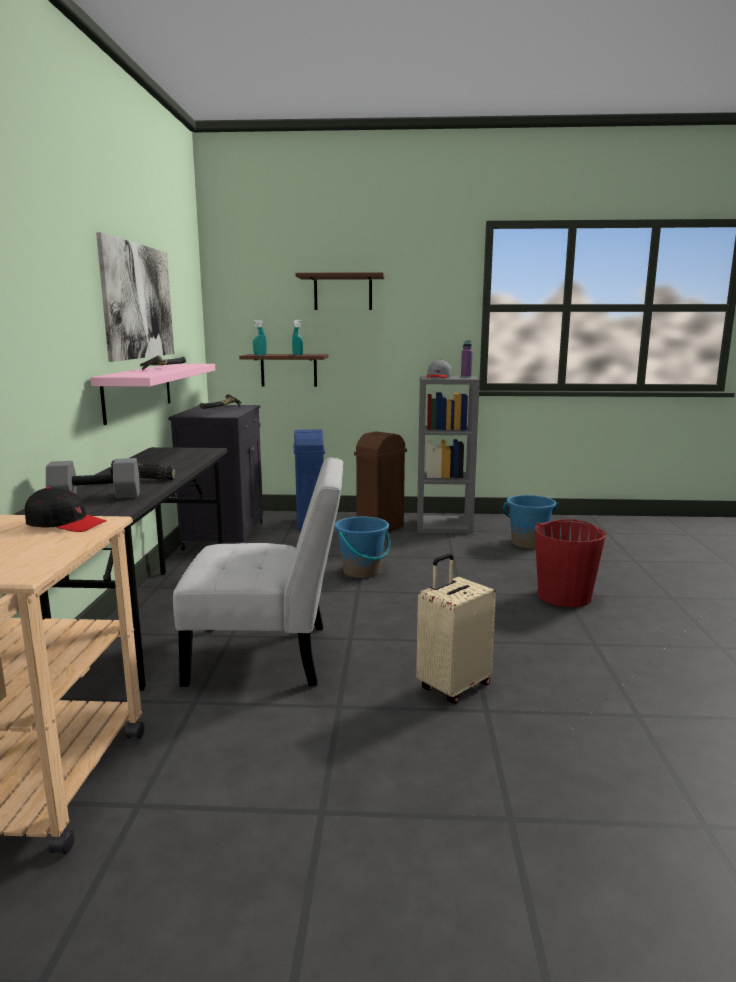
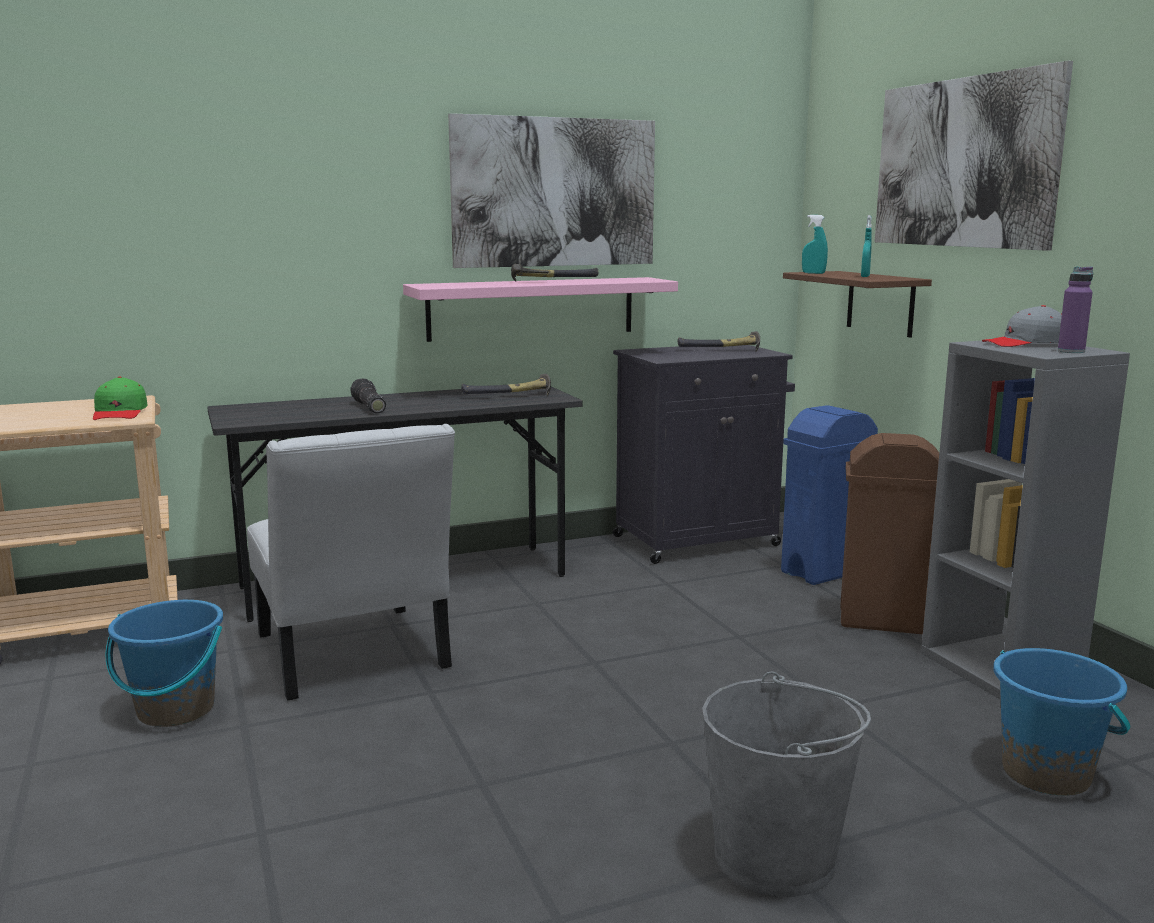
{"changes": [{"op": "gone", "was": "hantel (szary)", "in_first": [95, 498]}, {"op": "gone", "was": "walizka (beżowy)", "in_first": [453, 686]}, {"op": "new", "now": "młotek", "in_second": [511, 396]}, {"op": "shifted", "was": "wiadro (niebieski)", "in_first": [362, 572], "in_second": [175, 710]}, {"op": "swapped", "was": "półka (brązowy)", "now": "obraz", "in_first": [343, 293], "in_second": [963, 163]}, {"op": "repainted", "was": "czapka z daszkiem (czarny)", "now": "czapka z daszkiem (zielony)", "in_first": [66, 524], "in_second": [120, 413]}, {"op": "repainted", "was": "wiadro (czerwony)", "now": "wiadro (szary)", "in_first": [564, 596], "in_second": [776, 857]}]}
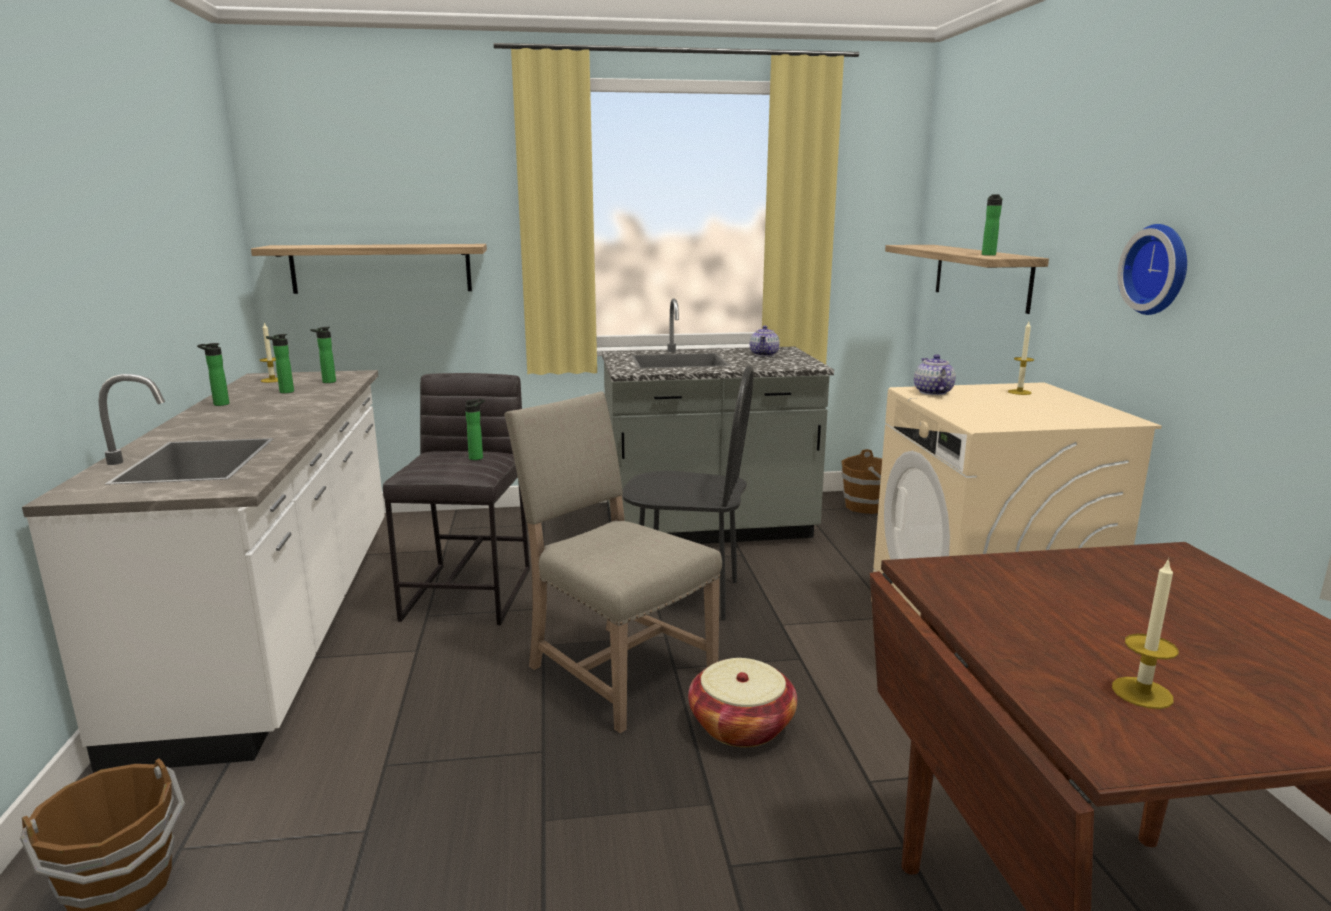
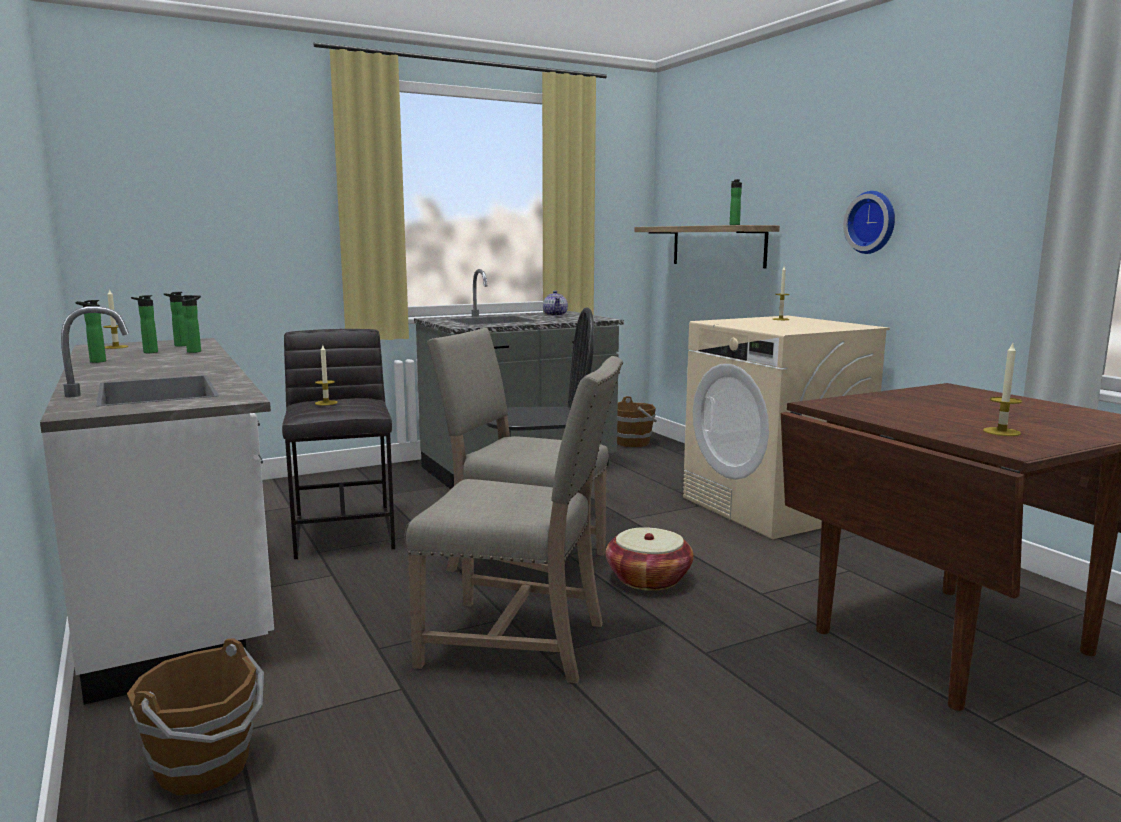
{"changes": [{"op": "gone", "was": "półka", "in_first": [381, 268]}, {"op": "gone", "was": "imbryk", "in_first": [932, 392]}, {"op": "new", "now": "świeca", "in_second": [326, 403]}, {"op": "new", "now": "krzesło (beżowy)", "in_second": [520, 642]}, {"op": "shifted", "was": "butelka", "in_first": [477, 457], "in_second": [195, 351]}]}
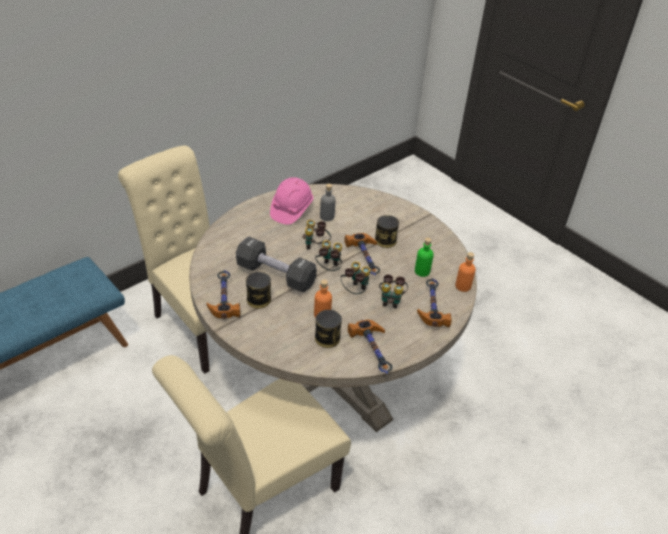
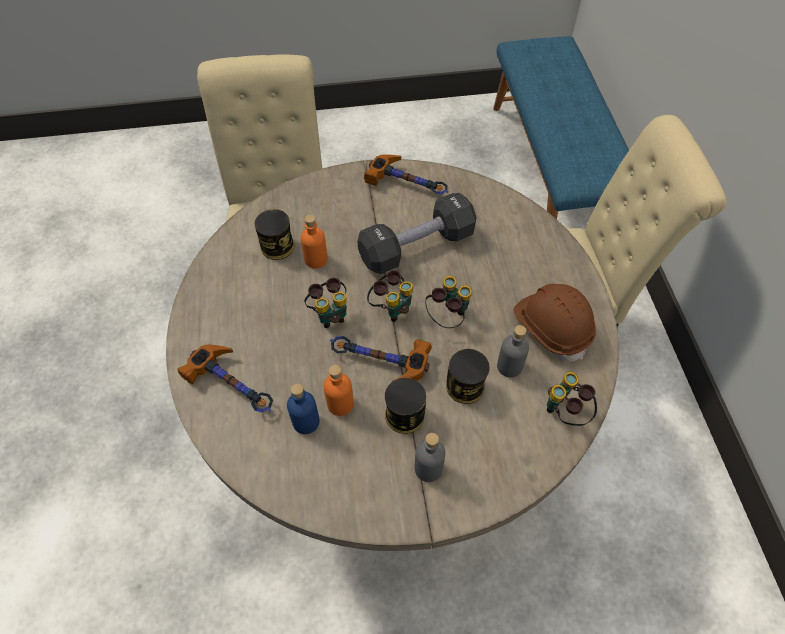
{"changes": [{"op": "gone", "was": "młotek", "in_first": [374, 352]}, {"op": "new", "now": "butelka (szary)", "in_second": [428, 468]}, {"op": "shifted", "was": "puszka", "in_first": [258, 299], "in_second": [465, 386]}, {"op": "shifted", "was": "lornetka", "in_first": [391, 301], "in_second": [565, 413]}, {"op": "shifted", "was": "butelka (pomarańczowy)", "in_first": [463, 286], "in_second": [340, 404]}, {"op": "repainted", "was": "kask (różowy)", "now": "kask (brązowy)", "in_first": [291, 209], "in_second": [551, 328]}, {"op": "repainted", "was": "butelka (zielony)", "now": "butelka (niebieski)", "in_first": [422, 271], "in_second": [306, 421]}]}
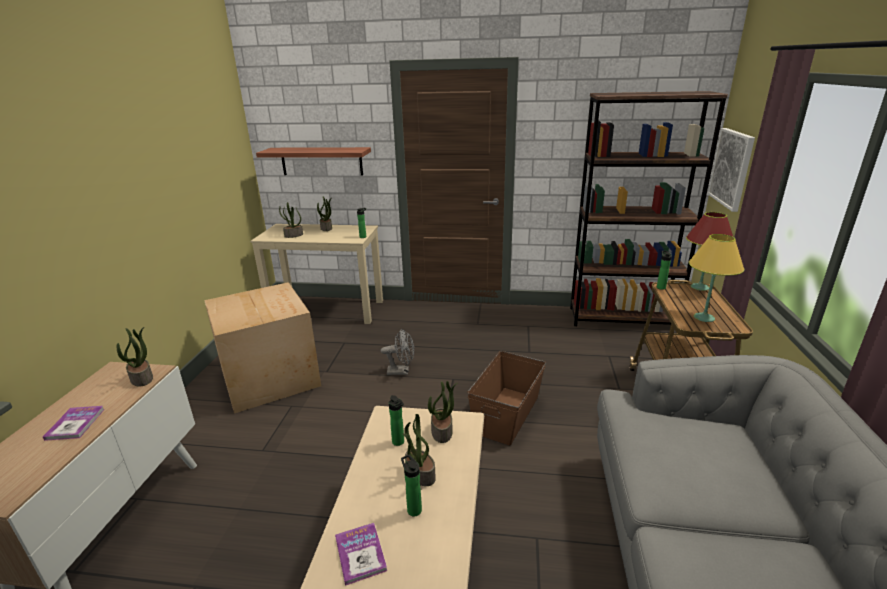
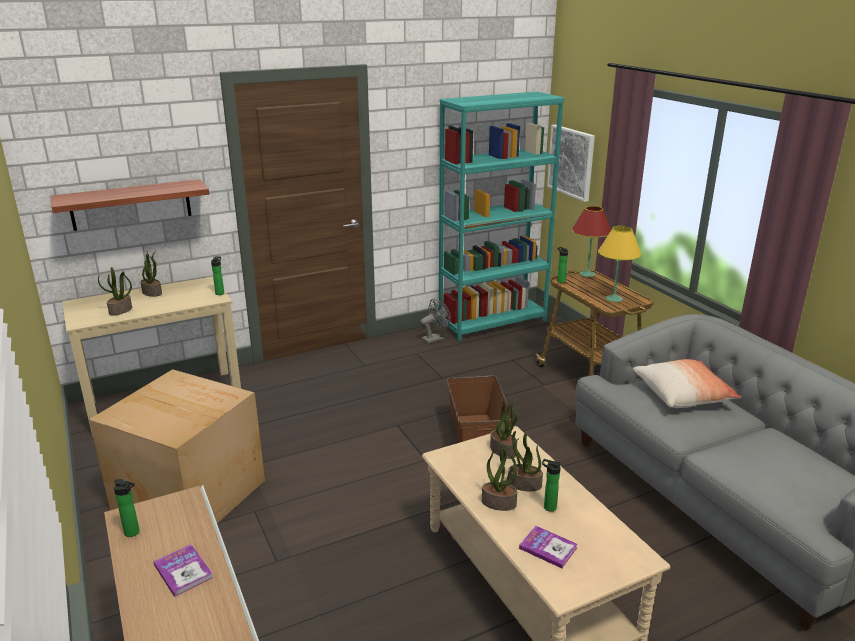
{"changes": [{"op": "new", "now": "poduszka", "in_second": [683, 395]}, {"op": "shifted", "was": "roślina doniczkowa", "in_first": [142, 378], "in_second": [499, 502]}, {"op": "shifted", "was": "wentylator (szary)", "in_first": [401, 371], "in_second": [435, 338]}, {"op": "shifted", "was": "butelka", "in_first": [399, 443], "in_second": [133, 533]}, {"op": "repainted", "was": "regał (brązowy)", "now": "regał (turkusowy)", "in_first": [622, 318], "in_second": [493, 323]}]}
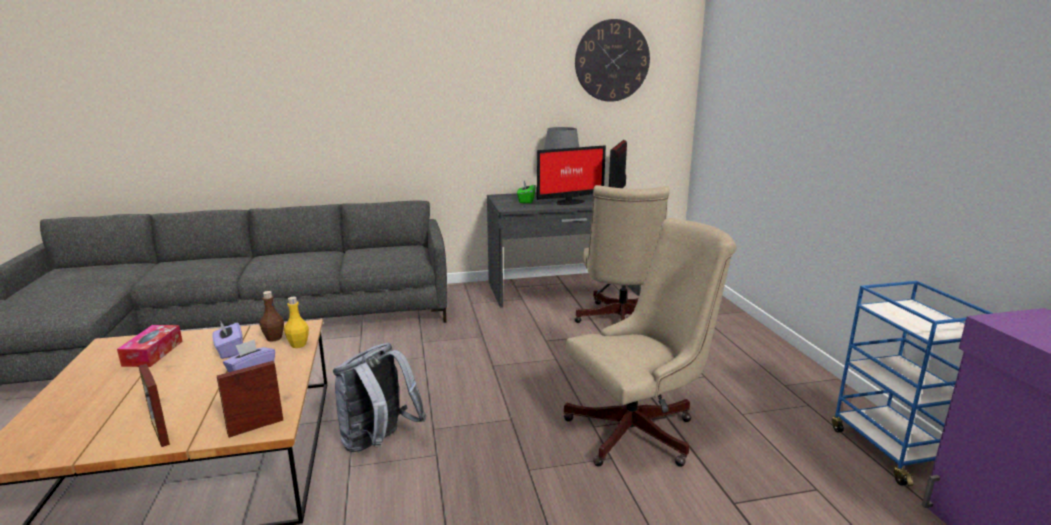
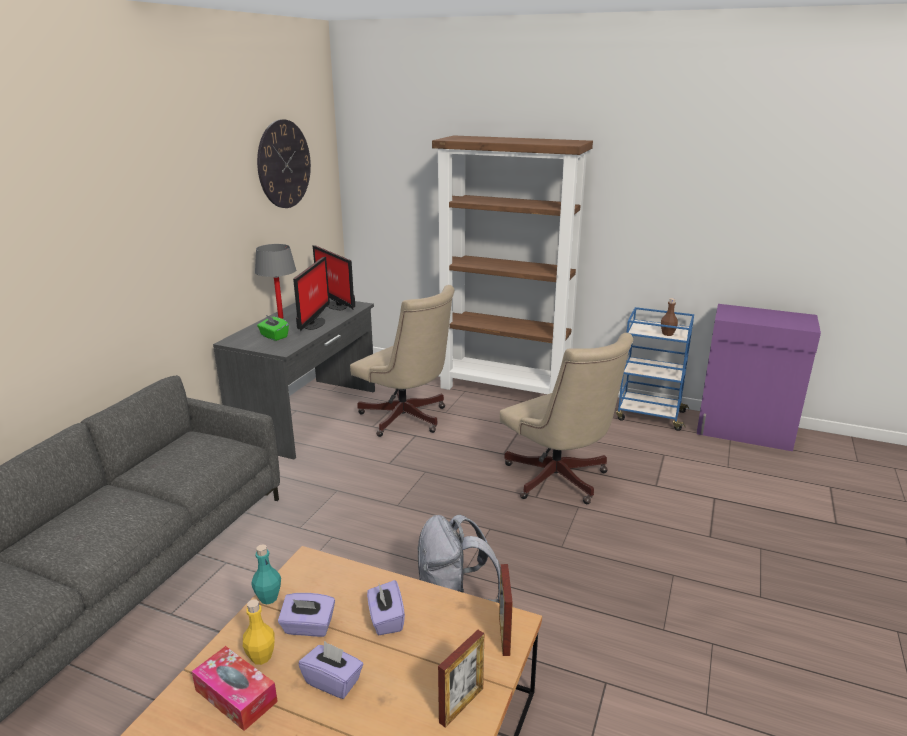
{"changes": [{"op": "new", "now": "butelka (turkusowy)", "in_second": [268, 598]}, {"op": "new", "now": "pudełko chusteczek (fioletowy)", "in_second": [333, 681]}, {"op": "new", "now": "regał (brązowy)", "in_second": [505, 389]}, {"op": "shifted", "was": "butelka (brązowy)", "in_first": [274, 338], "in_second": [667, 334]}, {"op": "shifted", "was": "butelka (żółty)", "in_first": [298, 345], "in_second": [261, 657]}, {"op": "rotated", "was": "ramka na zdjęcie", "in_first": [160, 433], "in_second": [461, 705], "clockwise": -45}, {"op": "rotated", "was": "krzesło biurowe (beżowy)", "in_first": [640, 431], "in_second": [559, 481], "clockwise": 135}]}
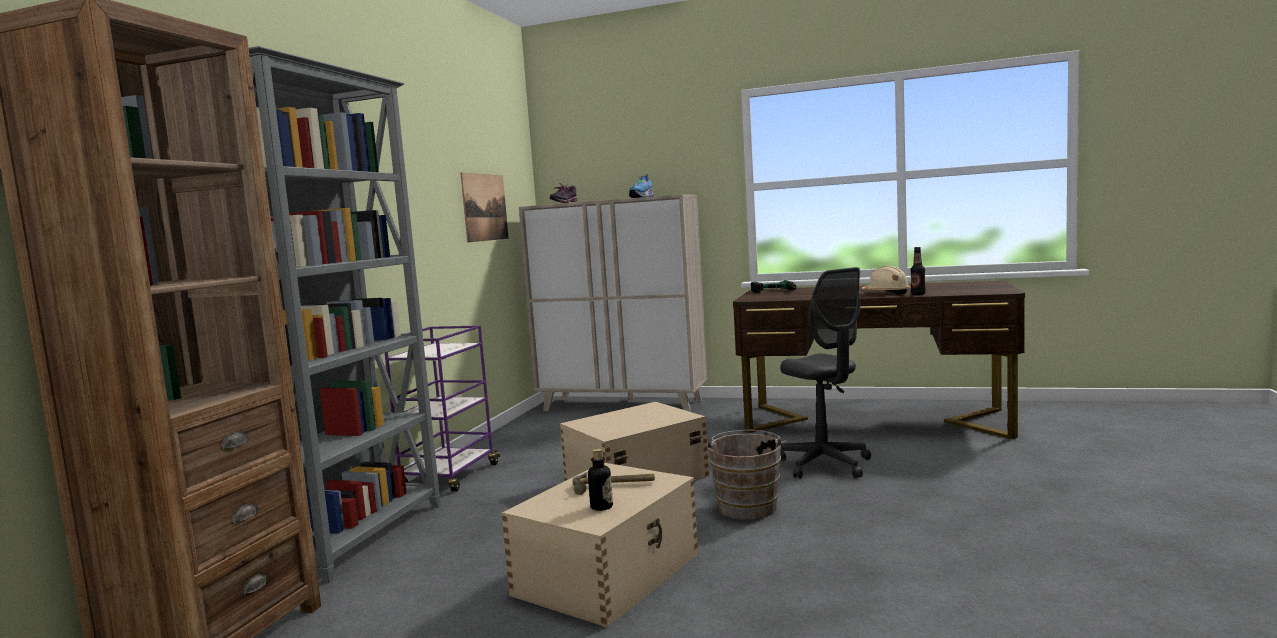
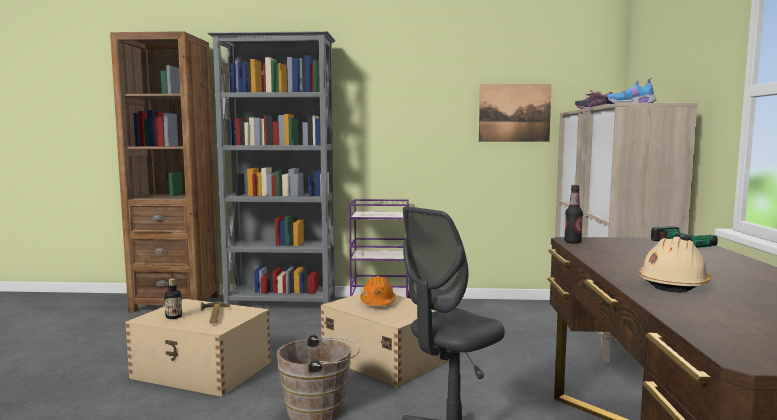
{"changes": [{"op": "new", "now": "kask (pomarańczowy)", "in_second": [378, 303]}, {"op": "shifted", "was": "butelka", "in_first": [918, 294], "in_second": [572, 242]}]}
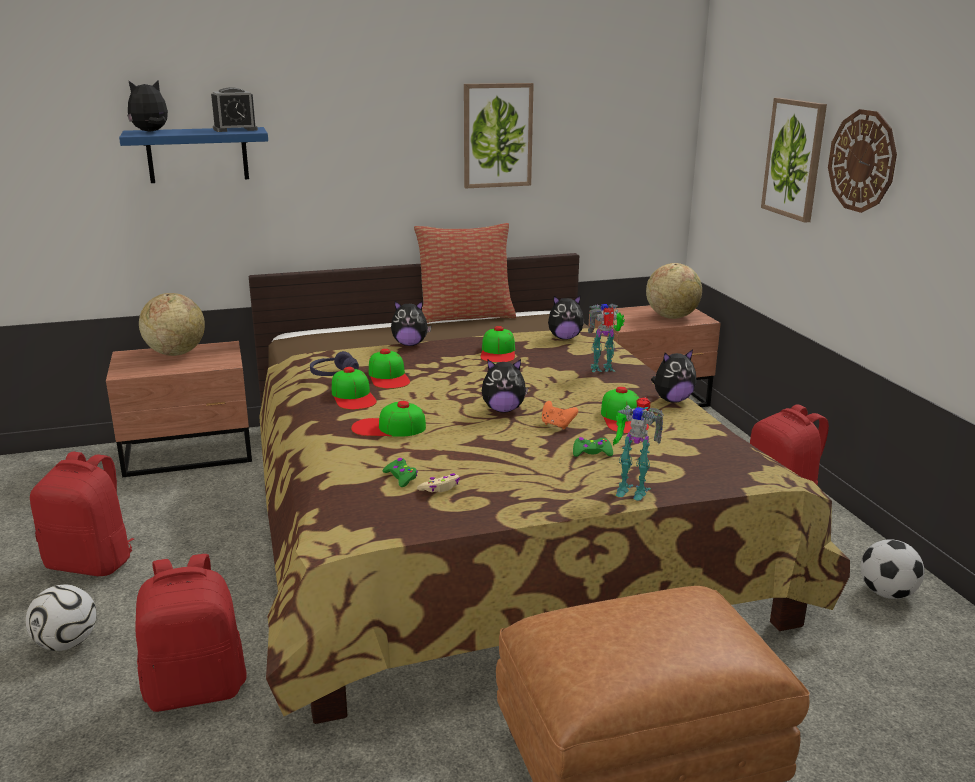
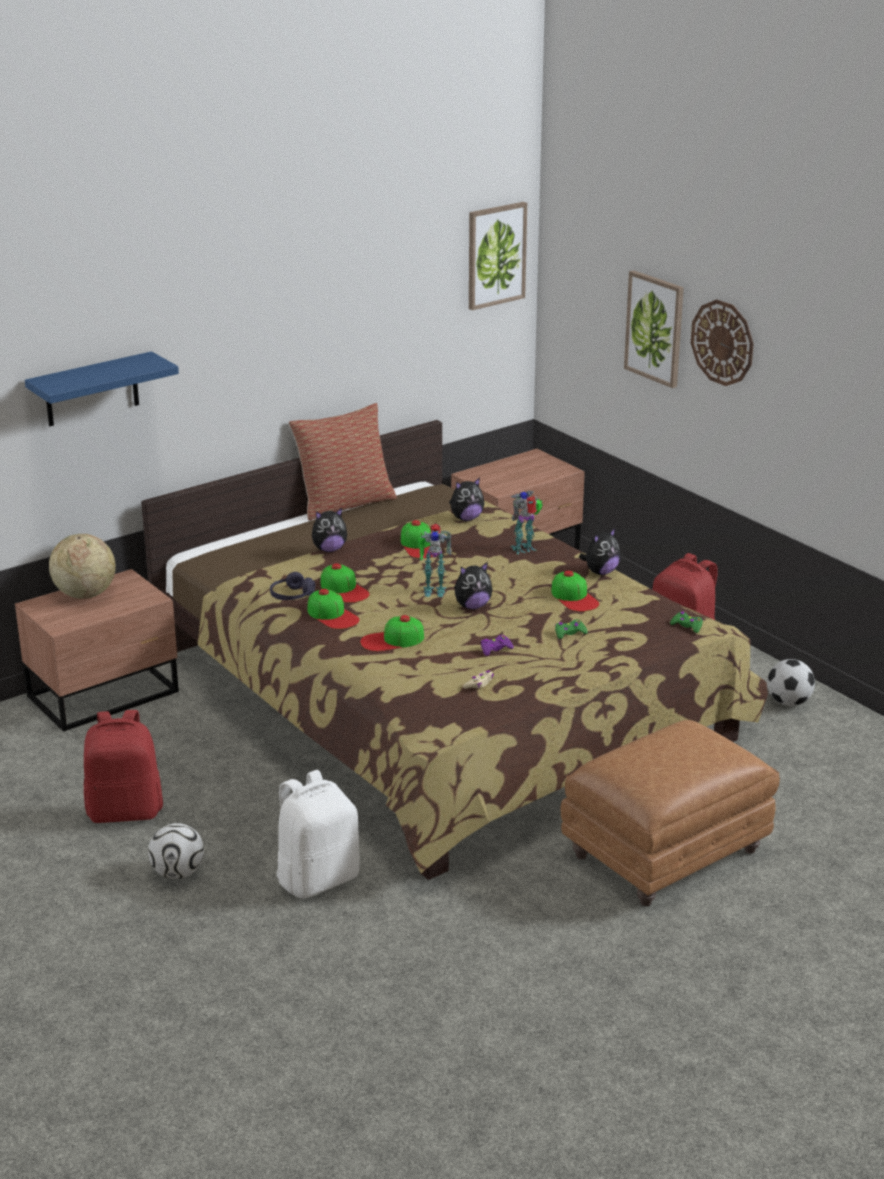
{"changes": [{"op": "gone", "was": "pluszak", "in_first": [151, 131]}, {"op": "gone", "was": "budzik", "in_first": [235, 129]}, {"op": "gone", "was": "pad do gier (pomarańczowy)", "in_first": [557, 425]}, {"op": "gone", "was": "globus", "in_first": [671, 317]}, {"op": "new", "now": "pad do gier (fioletowy)", "in_second": [495, 649]}, {"op": "shifted", "was": "pad do gier (zielony)", "in_first": [401, 477], "in_second": [687, 626]}, {"op": "shifted", "was": "obraz", "in_first": [497, 135], "in_second": [496, 255]}, {"op": "shifted", "was": "robot zabawkowy", "in_first": [631, 489], "in_second": [433, 590]}, {"op": "repainted", "was": "plecak (czerwony)", "now": "plecak (biały)", "in_first": [196, 688], "in_second": [318, 879]}]}
